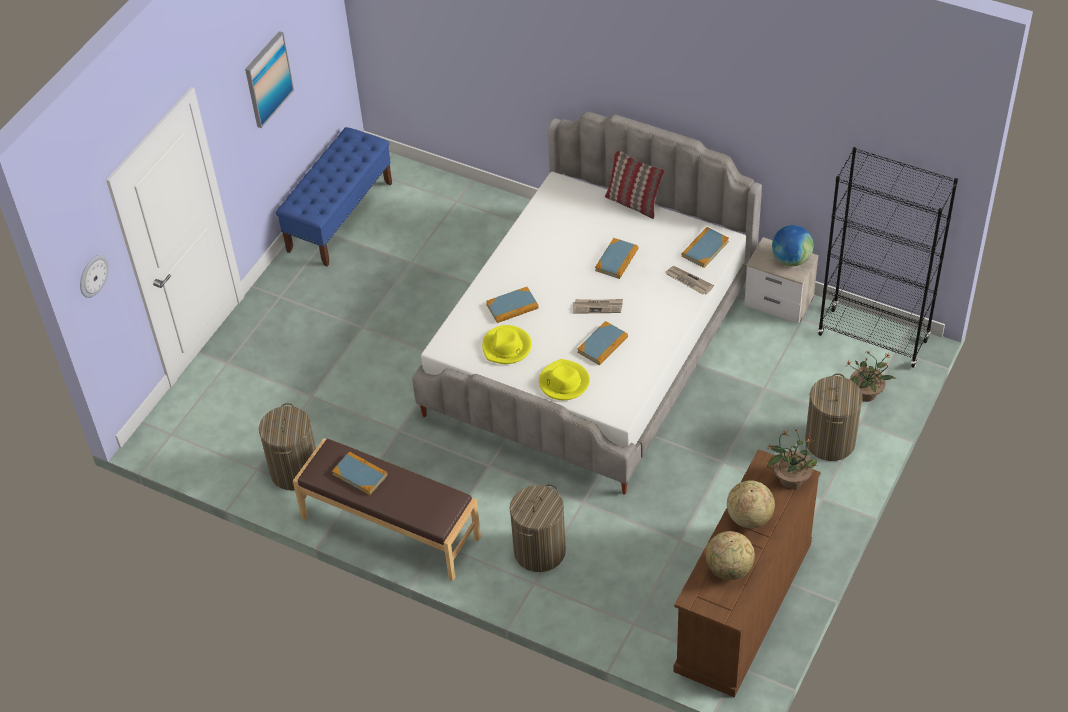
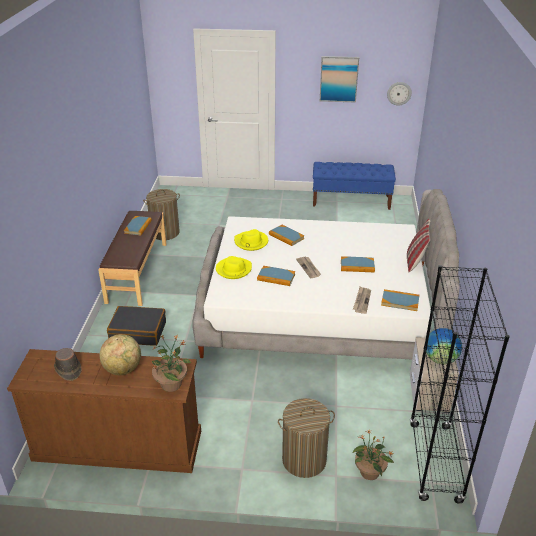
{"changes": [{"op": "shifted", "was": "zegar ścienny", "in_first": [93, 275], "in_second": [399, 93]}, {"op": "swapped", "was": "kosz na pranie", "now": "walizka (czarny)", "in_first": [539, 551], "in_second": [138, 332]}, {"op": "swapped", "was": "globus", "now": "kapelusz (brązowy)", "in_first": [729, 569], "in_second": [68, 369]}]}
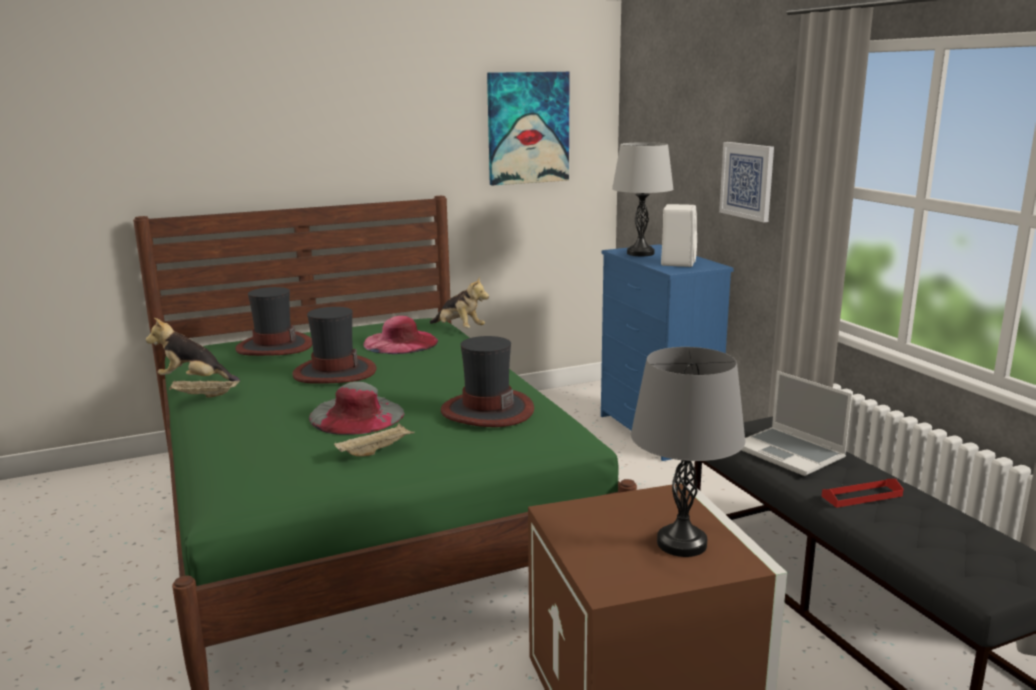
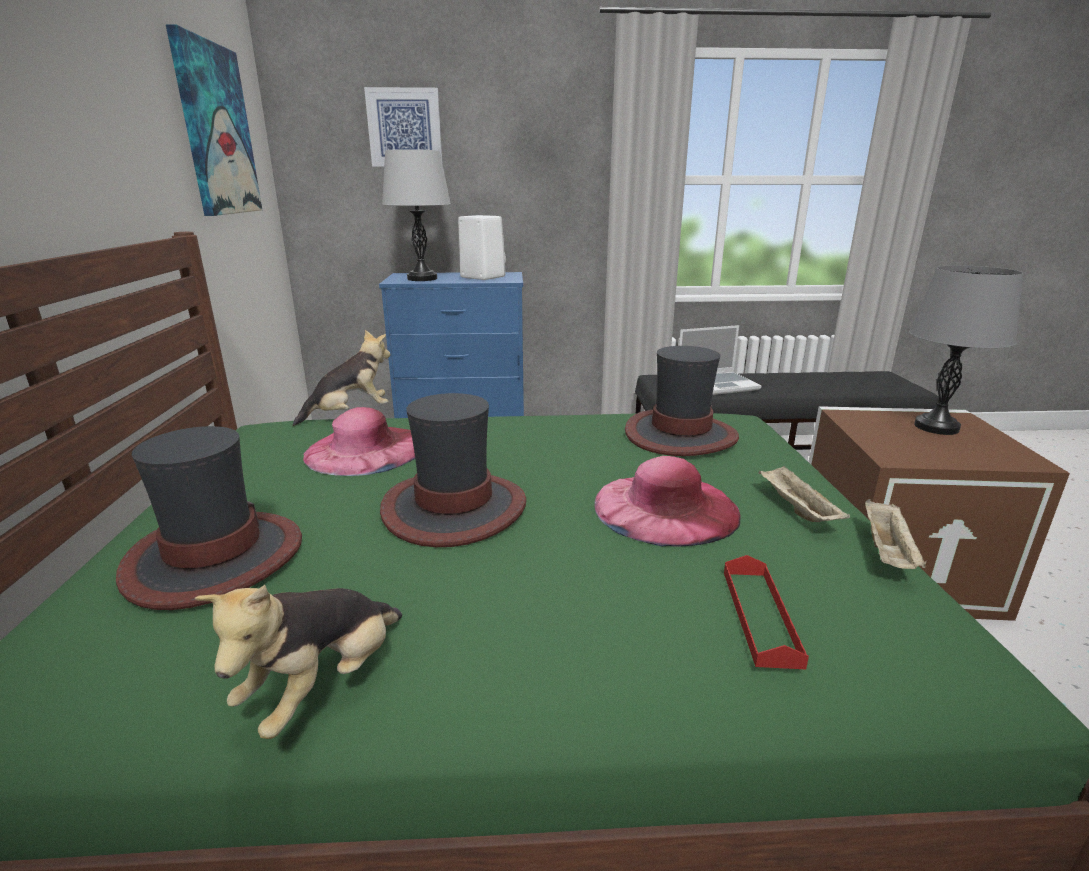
{"changes": [{"op": "shifted", "was": "taca (beżowy)", "in_first": [204, 396], "in_second": [887, 552]}, {"op": "shifted", "was": "obraz", "in_first": [747, 180], "in_second": [405, 128]}, {"op": "shifted", "was": "taca (czerwony)", "in_first": [861, 496], "in_second": [760, 616]}, {"op": "repainted", "was": "kapelusz (szary)", "now": "kapelusz (różowy)", "in_first": [356, 415], "in_second": [665, 507]}]}
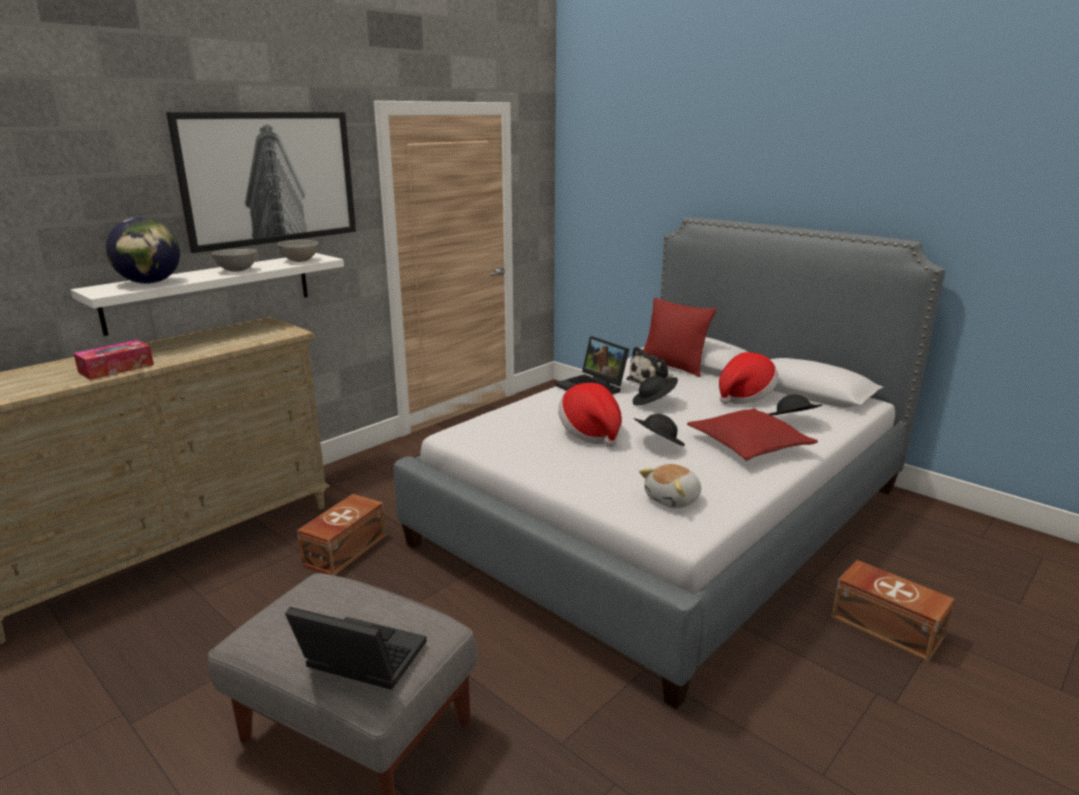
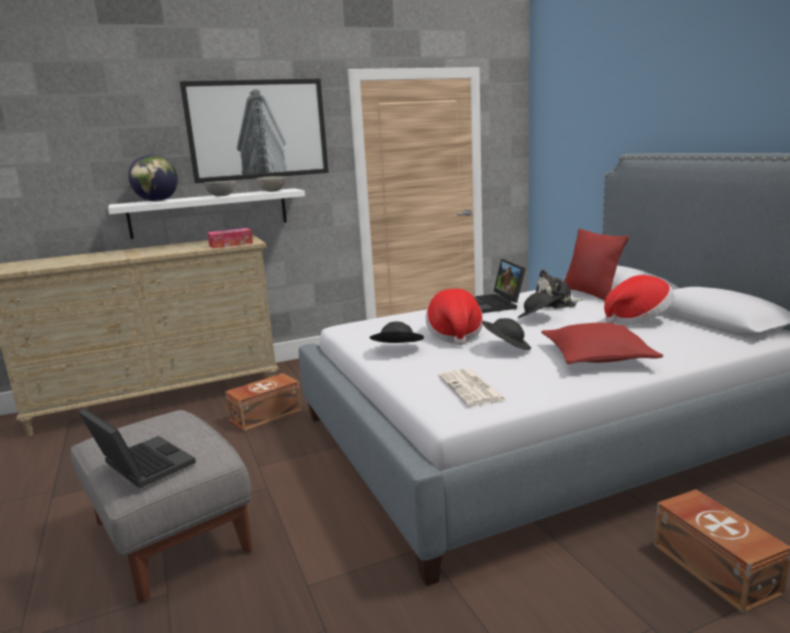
{"changes": [{"op": "shifted", "was": "pudełko chusteczek", "in_first": [116, 368], "in_second": [231, 244]}, {"op": "shifted", "was": "kapelusz (czarny)", "in_first": [792, 422], "in_second": [397, 350]}, {"op": "swapped", "was": "pluszak", "now": "gazeta", "in_first": [673, 499], "in_second": [472, 389]}]}
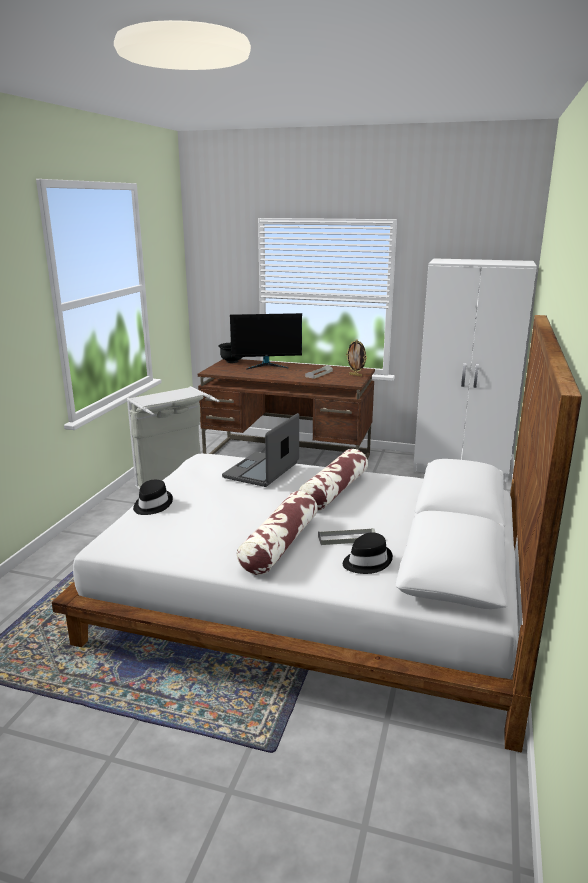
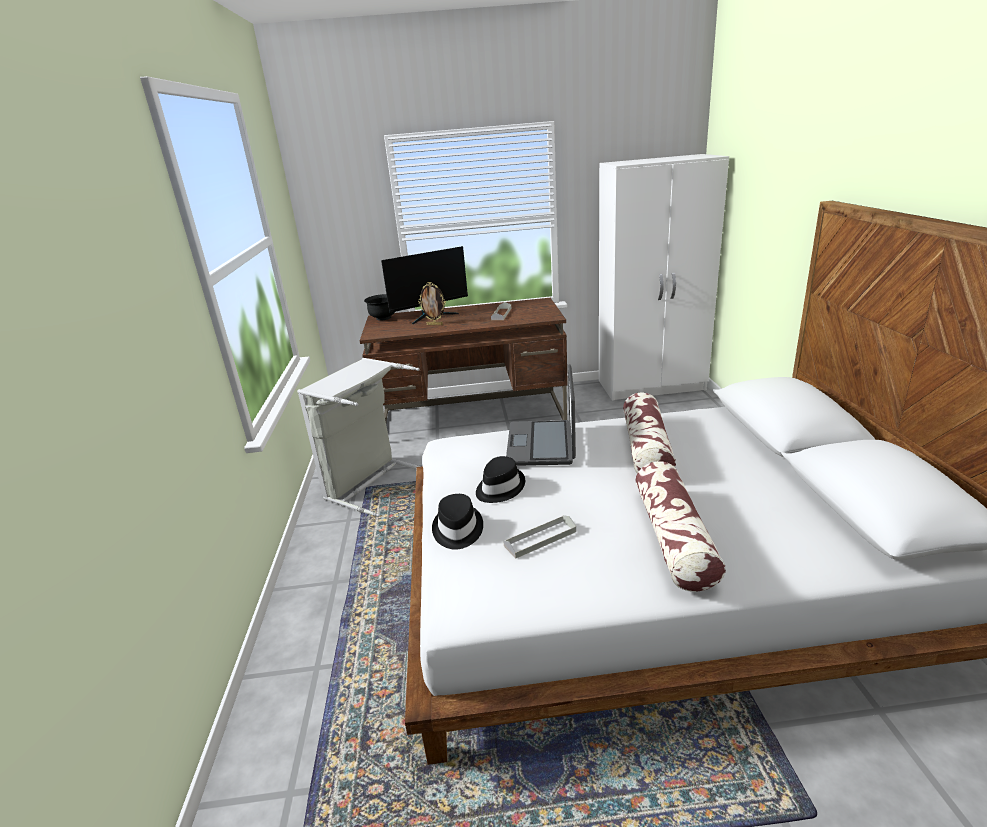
{"changes": [{"op": "shifted", "was": "taca (szary)", "in_first": [346, 538], "in_second": [540, 539]}, {"op": "shifted", "was": "kapelusz (czarny)", "in_first": [366, 561], "in_second": [499, 488]}, {"op": "shifted", "was": "ramka na zdjęcie", "in_first": [355, 375], "in_second": [435, 324]}]}
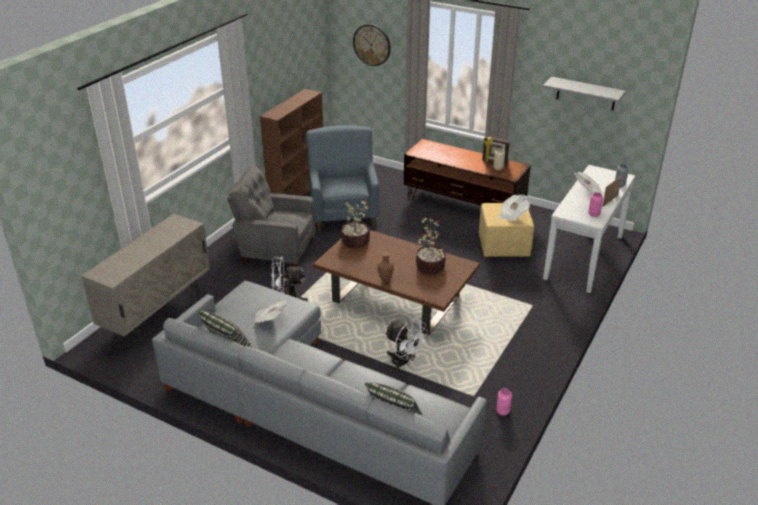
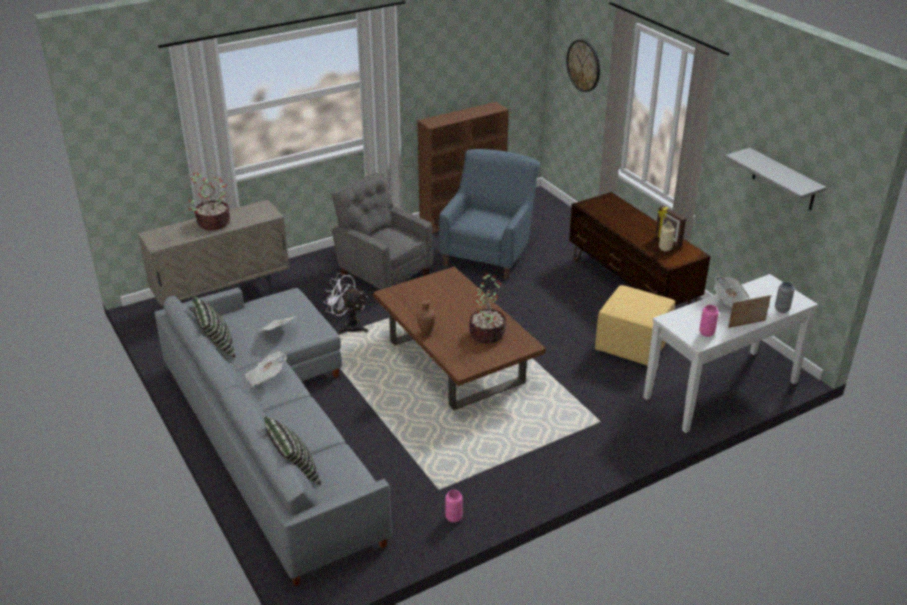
{"changes": [{"op": "gone", "was": "wentylator (biały)", "in_first": [404, 363]}, {"op": "shifted", "was": "roślina doniczkowa", "in_first": [355, 242], "in_second": [212, 224]}, {"op": "shifted", "was": "gazeta", "in_first": [512, 215], "in_second": [266, 377]}]}
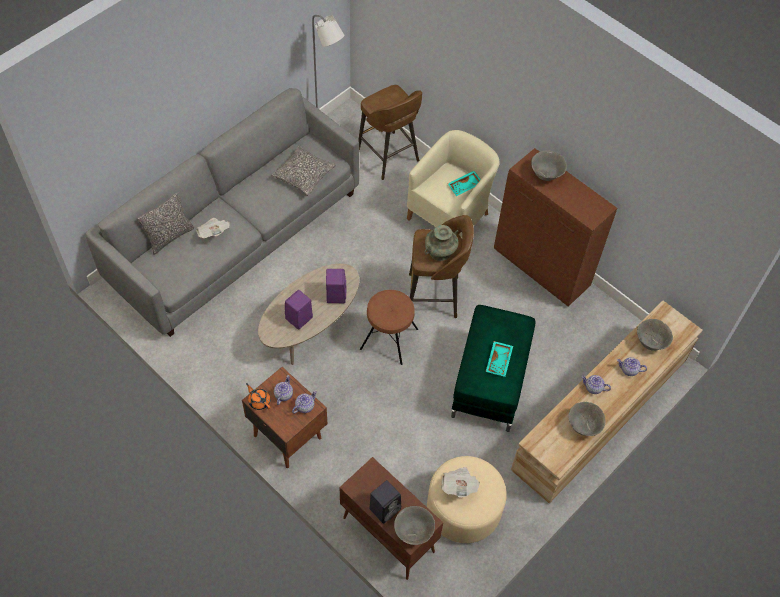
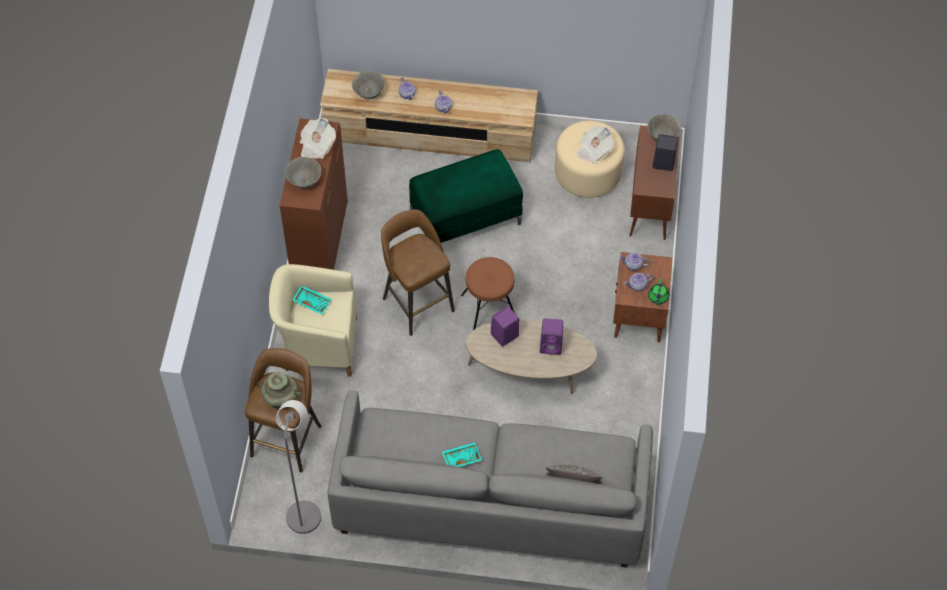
{"changes": [{"op": "gone", "was": "poduszka", "in_first": [304, 175]}, {"op": "gone", "was": "miska (szary)", "in_first": [583, 426]}, {"op": "shifted", "was": "gazeta", "in_first": [213, 233], "in_second": [316, 146]}, {"op": "shifted", "was": "wazon (turkusowy)", "in_first": [440, 252], "in_second": [281, 398]}, {"op": "shifted", "was": "taca (turkusowy)", "in_first": [499, 361], "in_second": [461, 457]}, {"op": "repainted", "was": "imbryk (pomarańczowy)", "now": "imbryk (zielony)", "in_first": [259, 401], "in_second": [658, 297]}]}
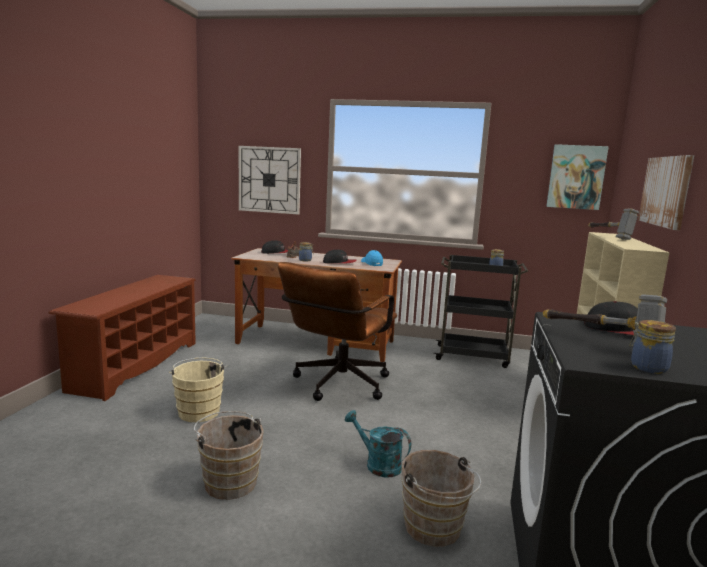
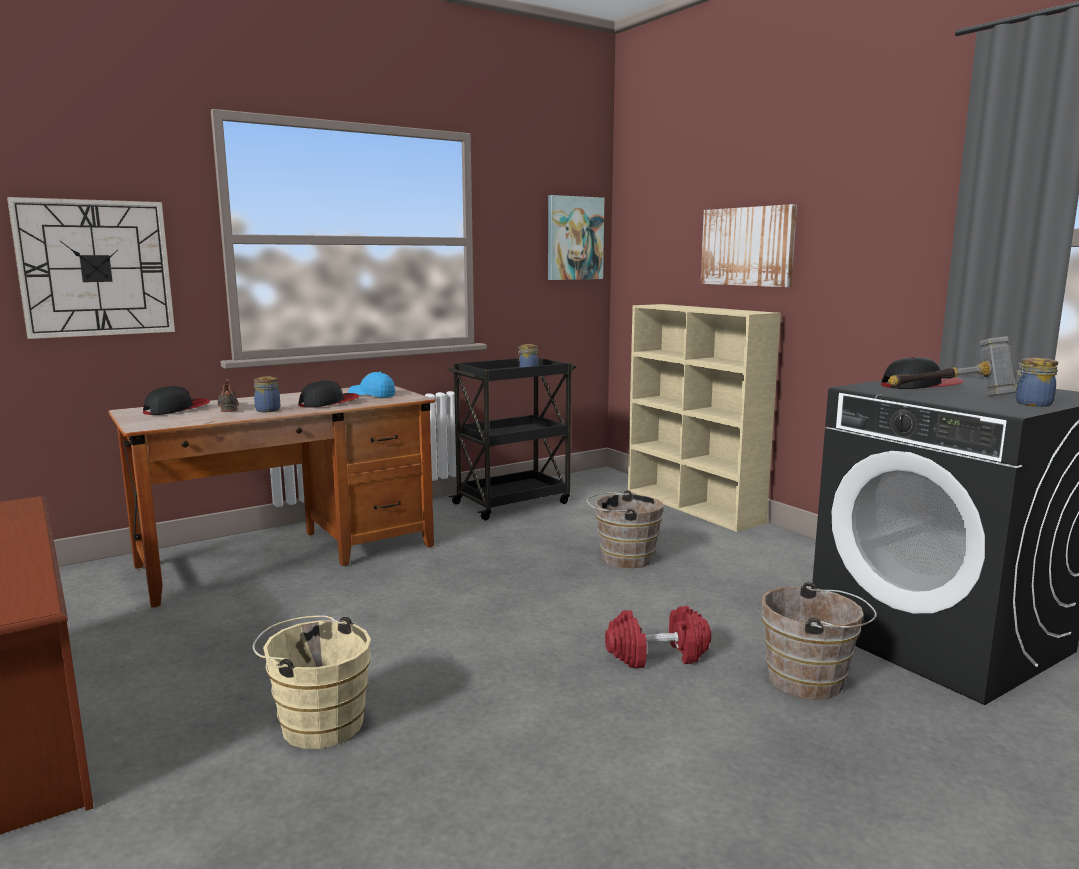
{"changes": [{"op": "gone", "was": "krzesło biurowe (brązowy)", "in_first": [336, 386]}, {"op": "gone", "was": "młotek", "in_first": [609, 236]}, {"op": "shifted", "was": "wiadro (brązowy)", "in_first": [229, 481], "in_second": [622, 558]}, {"op": "swapped", "was": "konewka (turkusowy)", "now": "hantel (czerwony)", "in_first": [377, 464], "in_second": [657, 656]}]}
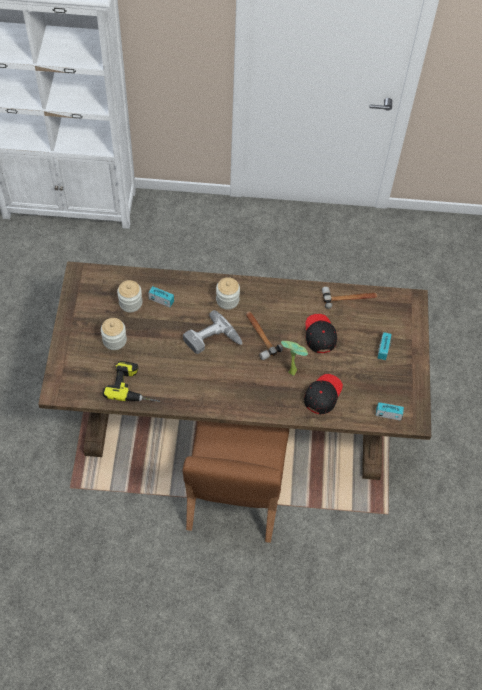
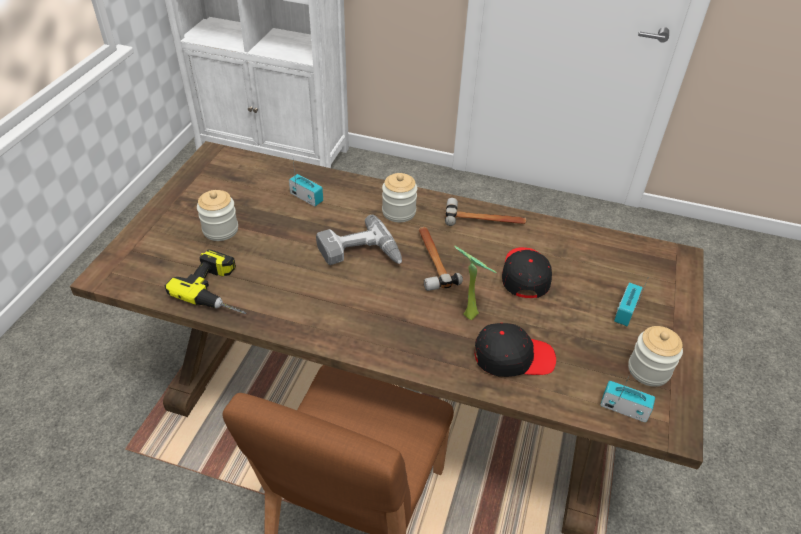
{"changes": [{"op": "shifted", "was": "słoik", "in_first": [130, 303], "in_second": [648, 370]}, {"op": "shifted", "was": "młotek", "in_first": [349, 298], "in_second": [485, 219]}, {"op": "rotated", "was": "czapka z daszkiem (czarny)", "in_first": [323, 395], "in_second": [513, 357], "clockwise": 45}]}
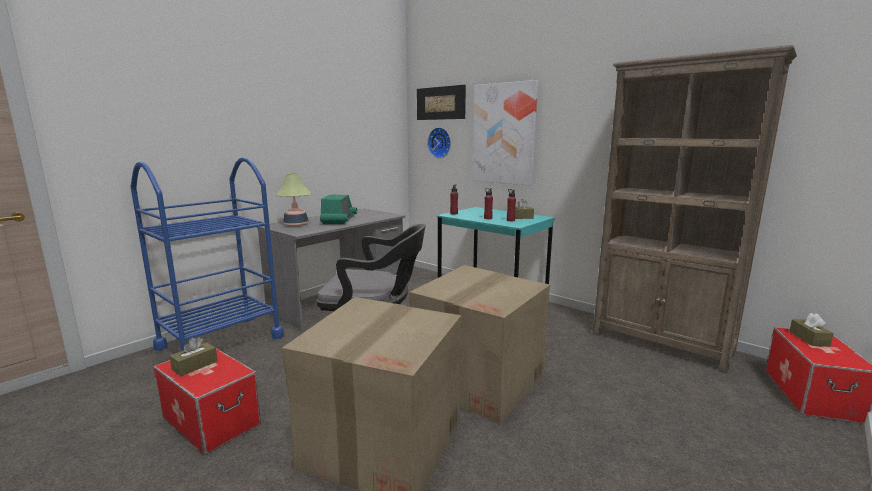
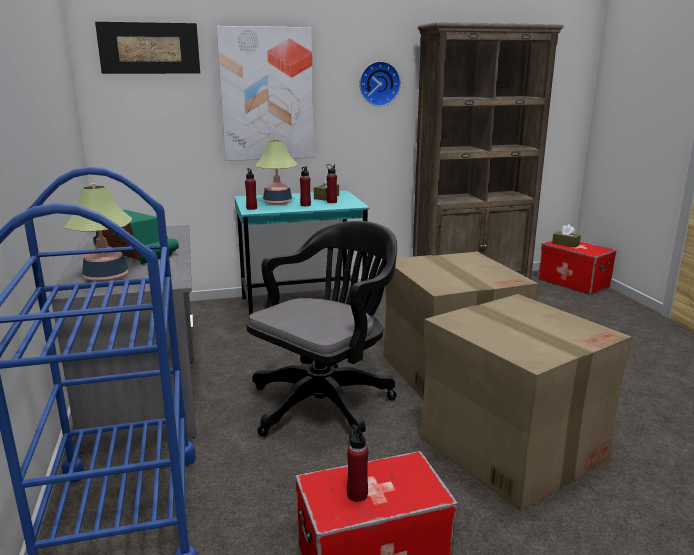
{"changes": [{"op": "new", "now": "lampa stołowa", "in_second": [277, 202]}, {"op": "shifted", "was": "zegar ścienny", "in_first": [440, 143], "in_second": [379, 83]}, {"op": "swapped", "was": "pudełko chusteczek (brązowy)", "now": "butelka (czerwony)", "in_first": [195, 365], "in_second": [357, 494]}]}
